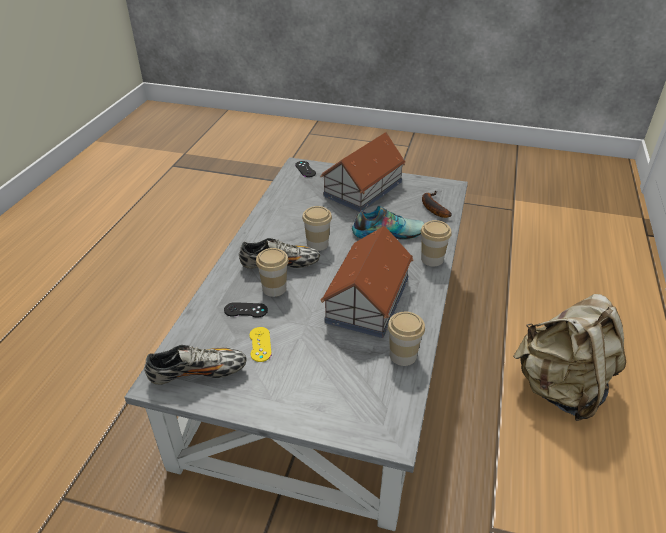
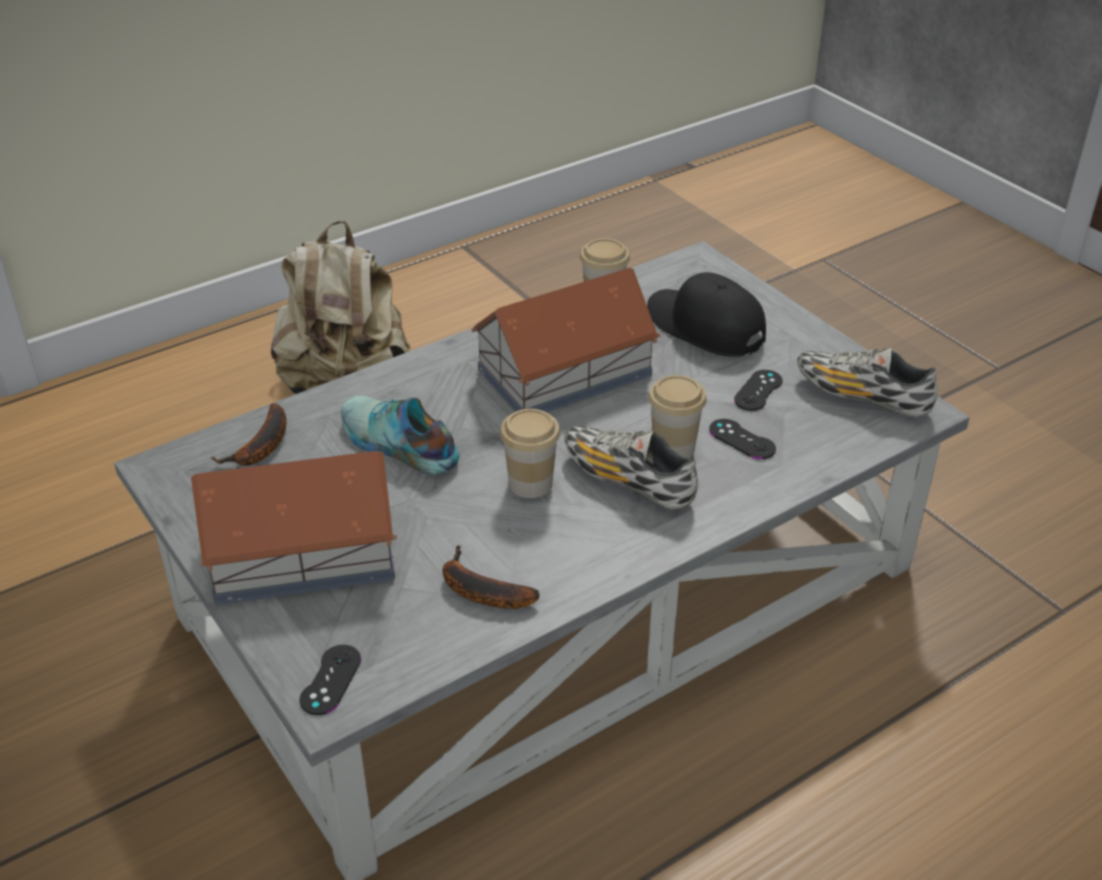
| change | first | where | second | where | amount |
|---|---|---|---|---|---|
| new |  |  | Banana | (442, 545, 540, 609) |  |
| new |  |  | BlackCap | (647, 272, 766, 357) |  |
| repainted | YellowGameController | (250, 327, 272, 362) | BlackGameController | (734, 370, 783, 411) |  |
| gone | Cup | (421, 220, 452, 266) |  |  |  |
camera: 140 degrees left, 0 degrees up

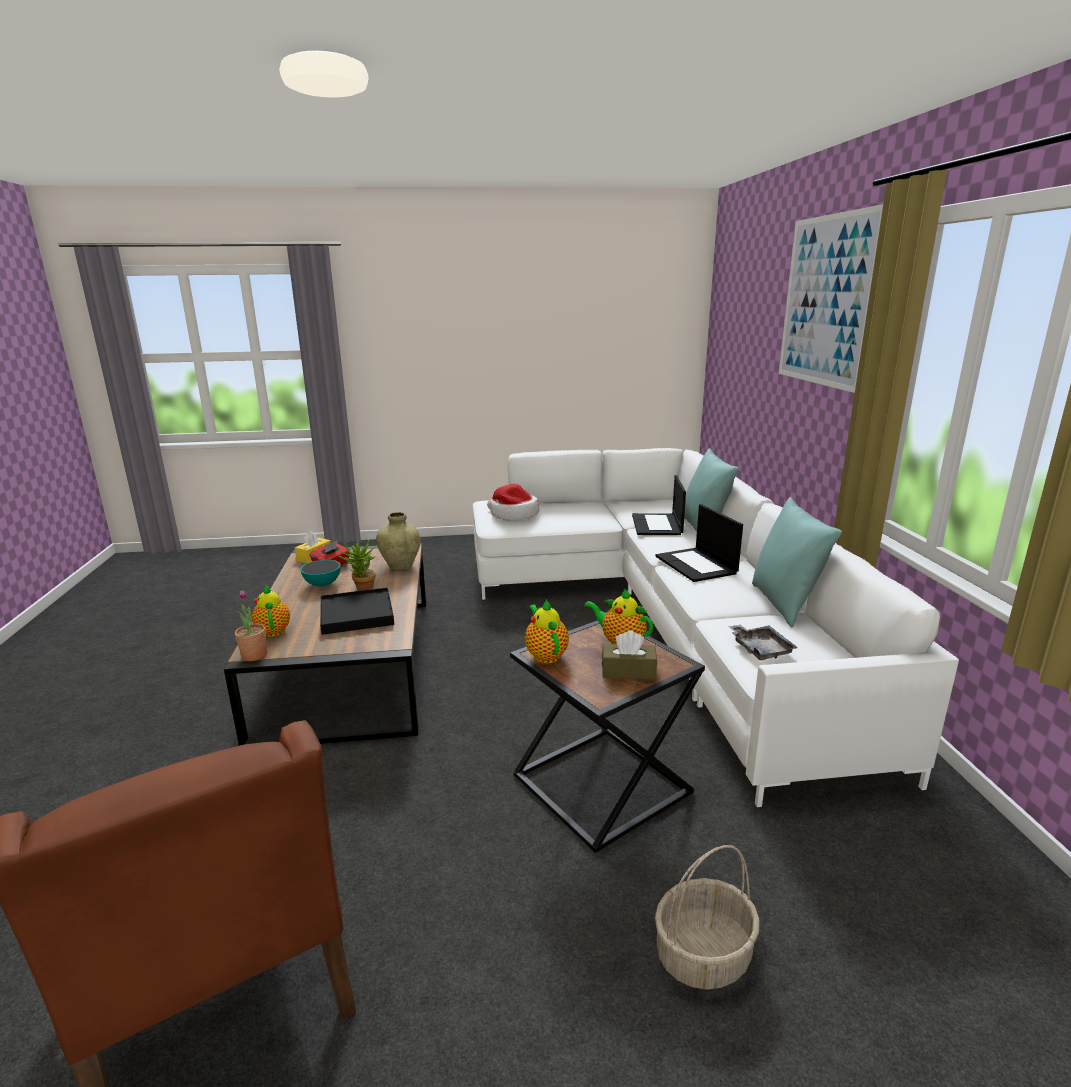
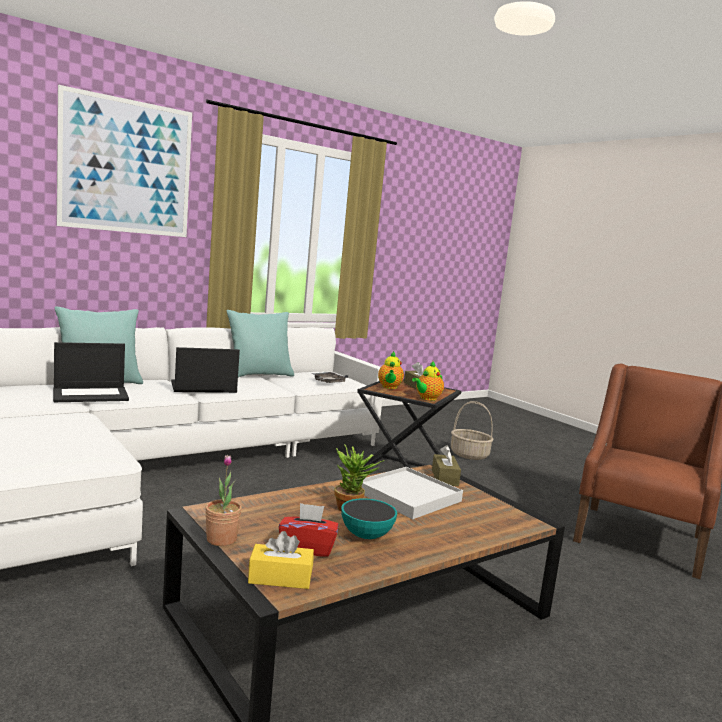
| change | first | where | second | where | amount |
|---|---|---|---|---|---|
| rotated | Laptop | (655, 504, 743, 582) |  | (171, 347, 240, 393) | 150 degrees counterclockwise |
| shifted | PottedPlant | (235, 590, 267, 661) |  | (205, 455, 242, 546) |  |
| repainted | BlackTray | (320, 587, 394, 635) | WhiteTray | (361, 467, 463, 519) |  |
| new |  |  | BrownTissueBox | (432, 445, 461, 486) |  |
| gone | Teapot | (252, 585, 290, 637) |  |  |  |
| gone | BeigeVase | (376, 512, 421, 570) |  |  |  |
| gone | Hat | (487, 484, 539, 520) |  |  |  |
camera: 120 degrees left, 10 degrees down

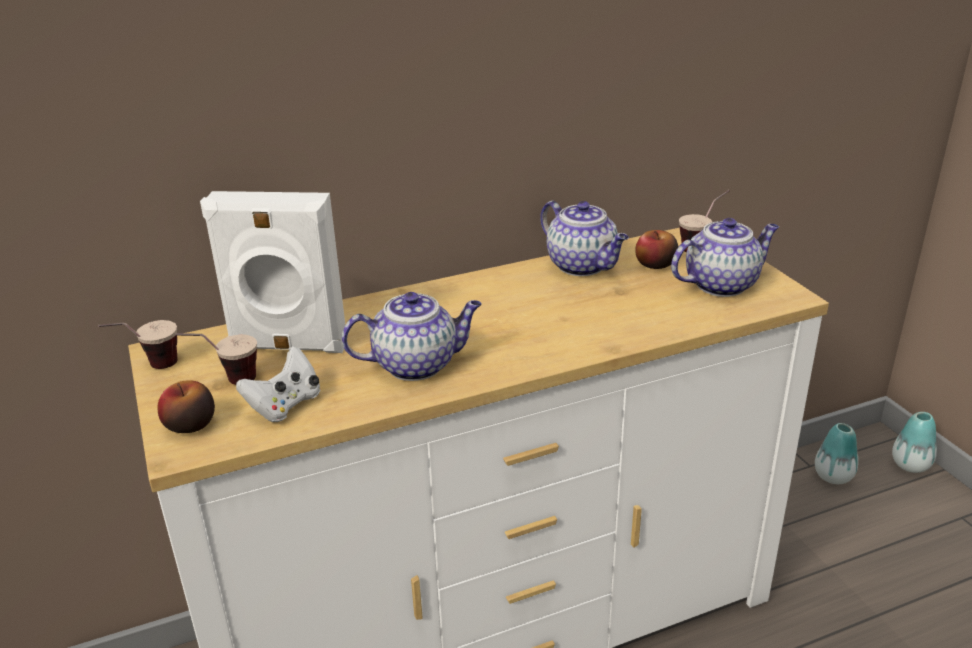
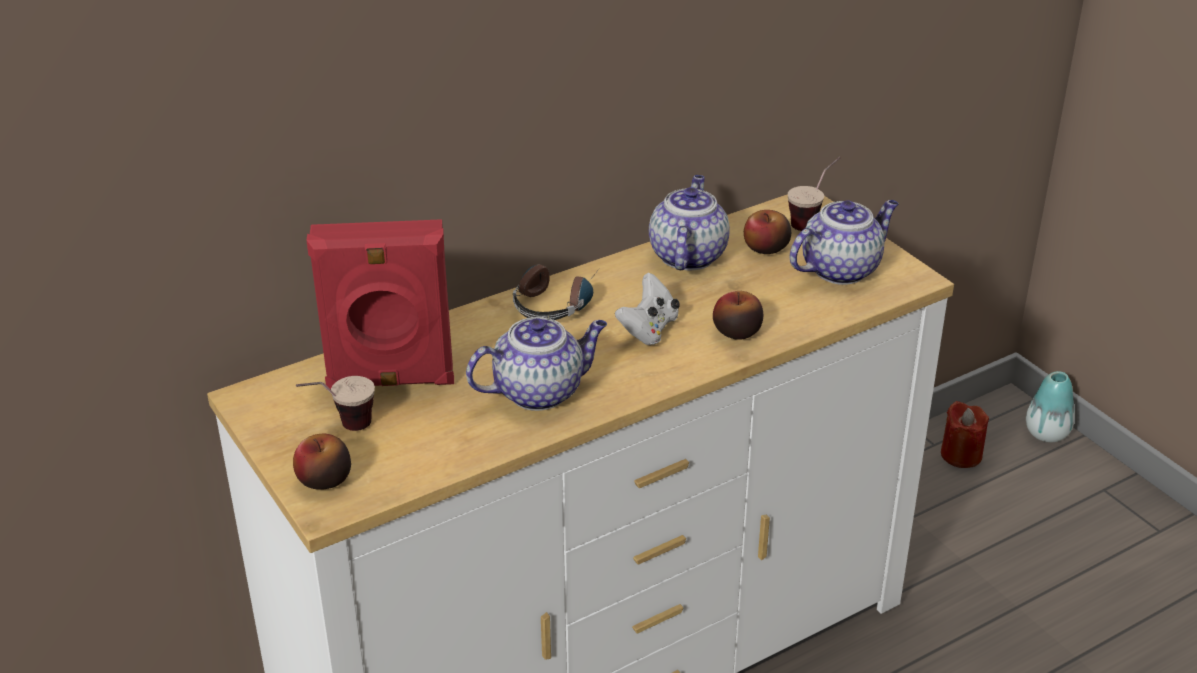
| change | first | where | second | where | amount |
|---|---|---|---|---|---|
| repainted | WhiteSpeaker | (200, 191, 345, 353) | RedSpeaker | (306, 219, 454, 390) |  |
| new |  |  | Headphones | (513, 264, 596, 320) |  |
| shifted | WhiteGameController | (236, 346, 320, 422) |  | (615, 273, 680, 345) |  |
| rotated | Teapot | (541, 201, 629, 276) |  | (649, 175, 730, 271) | 120 degrees counterclockwise |
| new |  |  | Apple | (713, 291, 763, 340) |  |
| swapped | Vase | (815, 423, 858, 484) | RedCandle | (941, 401, 989, 468) |  |
| gone | Cup | (98, 320, 178, 369) |  |  |  |
camera: 10 degrees left, 5 degrees up

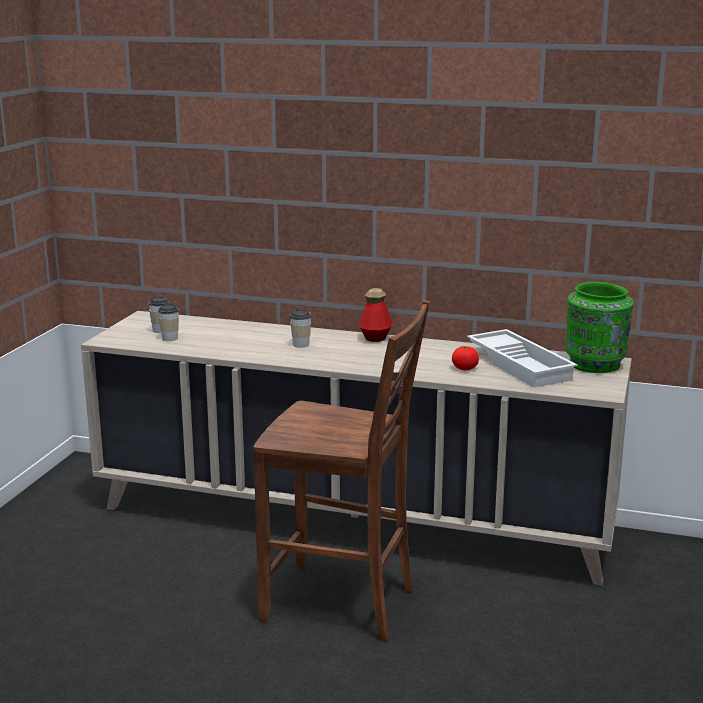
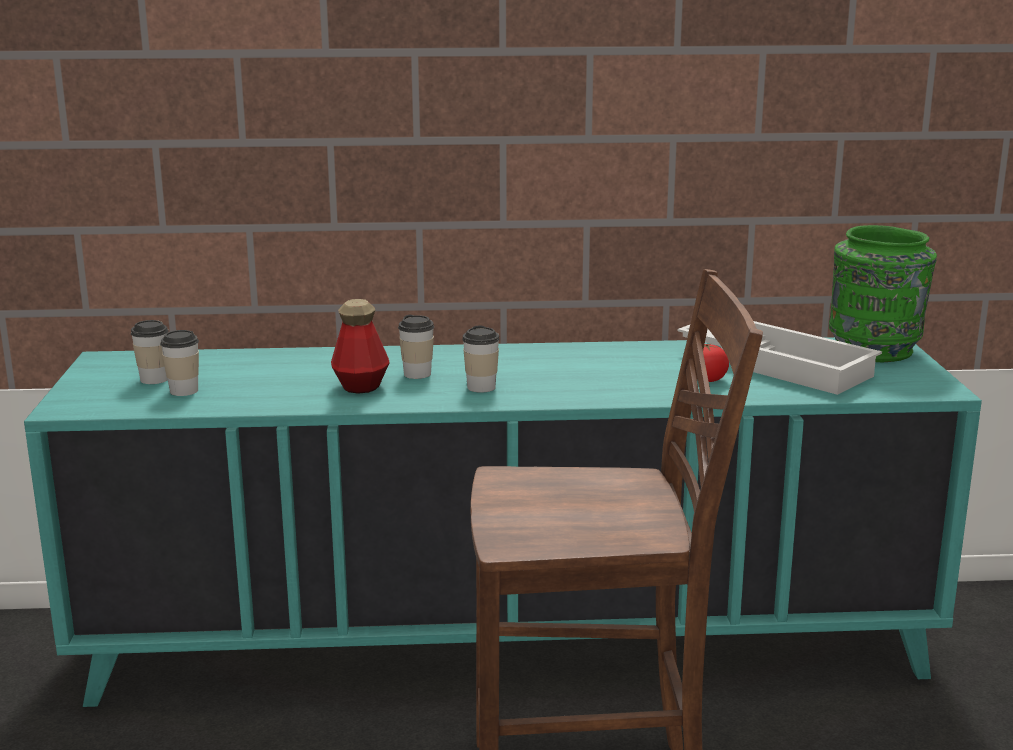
| change | first | where | second | where | amount |
|---|---|---|---|---|---|
| repainted | BeigeCabinet | (81, 311, 632, 585) | TurquoiseCabinet | (24, 337, 982, 707) |  |
| shifted | Bottle | (359, 288, 393, 342) |  | (331, 299, 390, 394) |  |
| new |  |  | Cup | (462, 325, 500, 393) |  |
camera: 20 degrees left, 0 degrees up

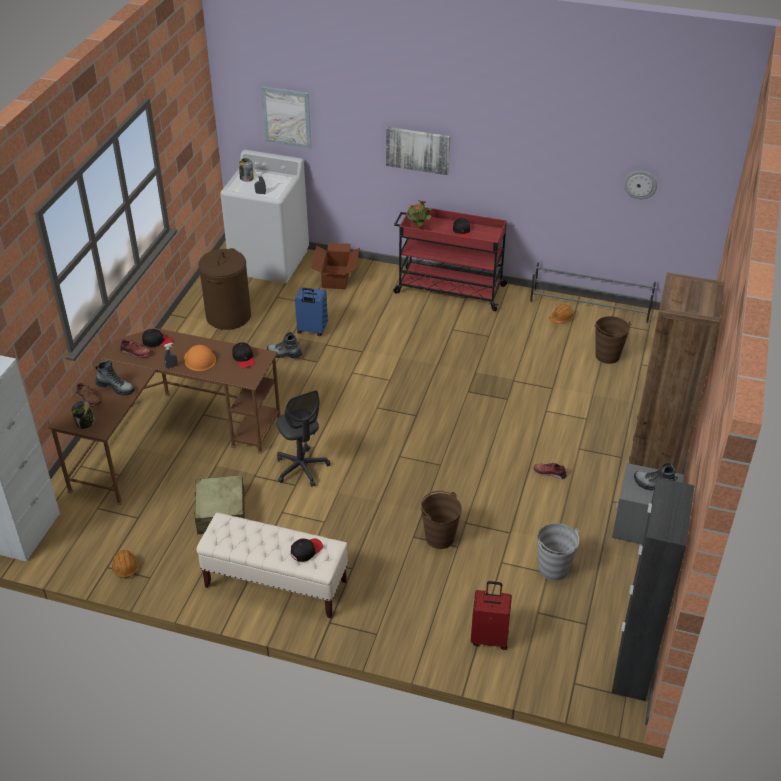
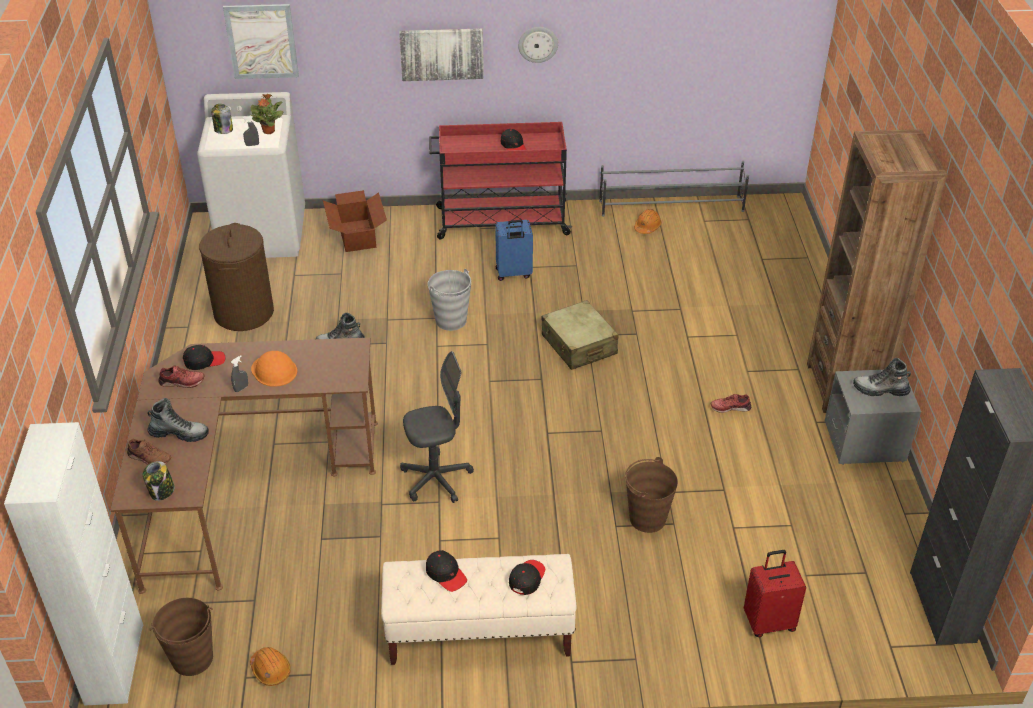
| change | first | where | second | where | amount |
|---|---|---|---|---|---|
| shifted | BrownBucket | (595, 316, 632, 364) |  | (149, 598, 213, 676) |  |
| shifted | PottedPlant | (406, 201, 433, 229) |  | (251, 94, 283, 134) |  |
| rotated | GreyOfficeChair | (276, 390, 331, 487) |  | (400, 351, 474, 503) | 60 degrees counterclockwise |
| shifted | BlackCap | (232, 342, 255, 368) |  | (426, 550, 467, 592) |  |
| shifted | GreyBucket | (537, 523, 580, 581) |  | (428, 269, 471, 331) |  |
| shifted | BlueSuitcase | (295, 287, 328, 336) |  | (495, 220, 533, 281) |  |
| shifted | WallClock | (624, 171, 657, 199) |  | (518, 27, 558, 63) |  |
| shifted | BeigeSuitcase | (194, 475, 245, 534) |  | (542, 300, 618, 370) |  |
camera: 20 degrees left, 0 degrees up

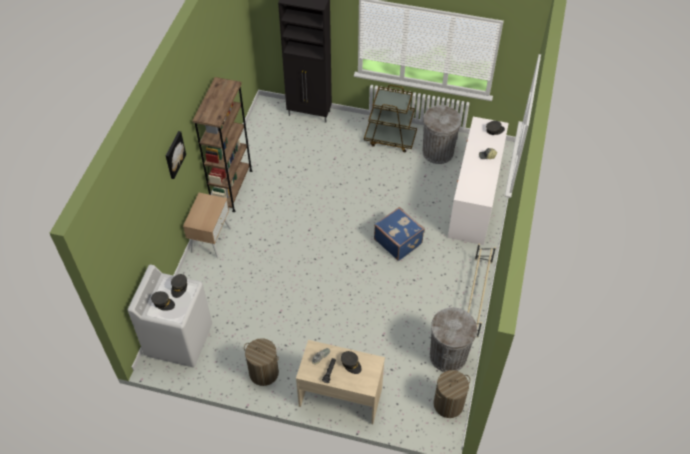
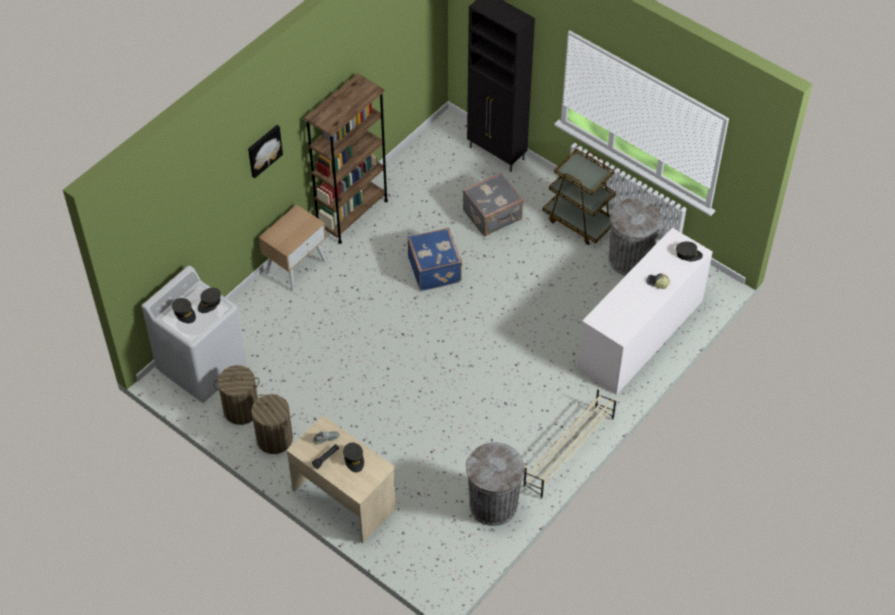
| change | first | where | second | where | amount |
|---|---|---|---|---|---|
| shifted | LaundryBasket | (434, 370, 470, 418) |  | (213, 365, 260, 425) |  |
| shifted | BlueSuitcase | (374, 207, 425, 261) |  | (407, 228, 462, 291) |  |
| new |  |  | GreySuitcase | (463, 172, 524, 236) |  |
camera: 25 degrees right, 0 degrees up

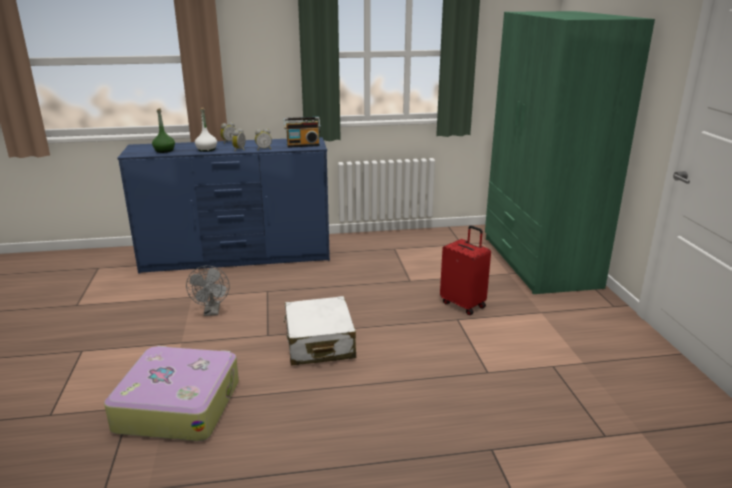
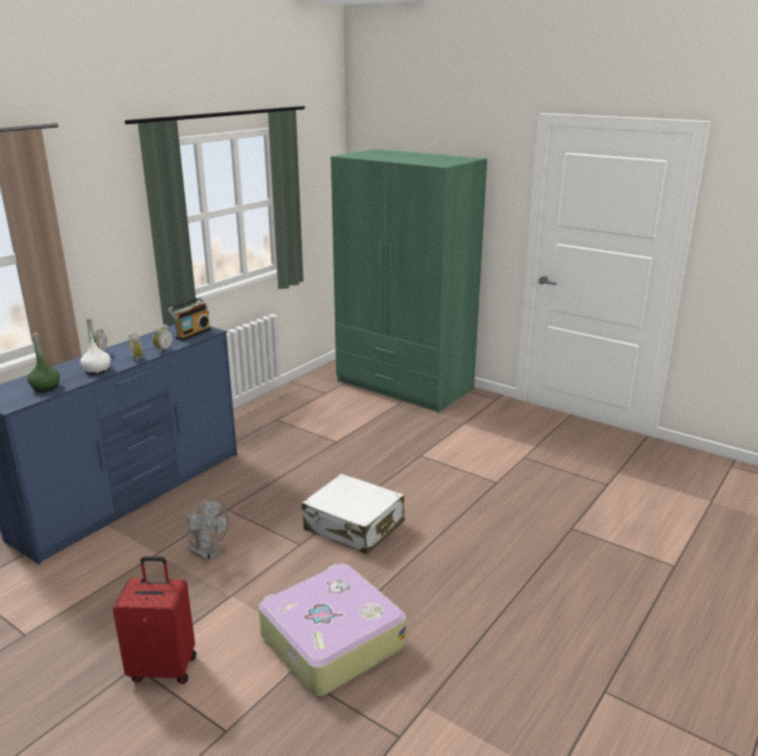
| change | first | where | second | where | amount |
|---|---|---|---|---|---|
| shifted | RedSuitcase | (440, 225, 491, 315) |  | (113, 556, 197, 684) |  |
camera: 45 degrees left, 0 degrees up

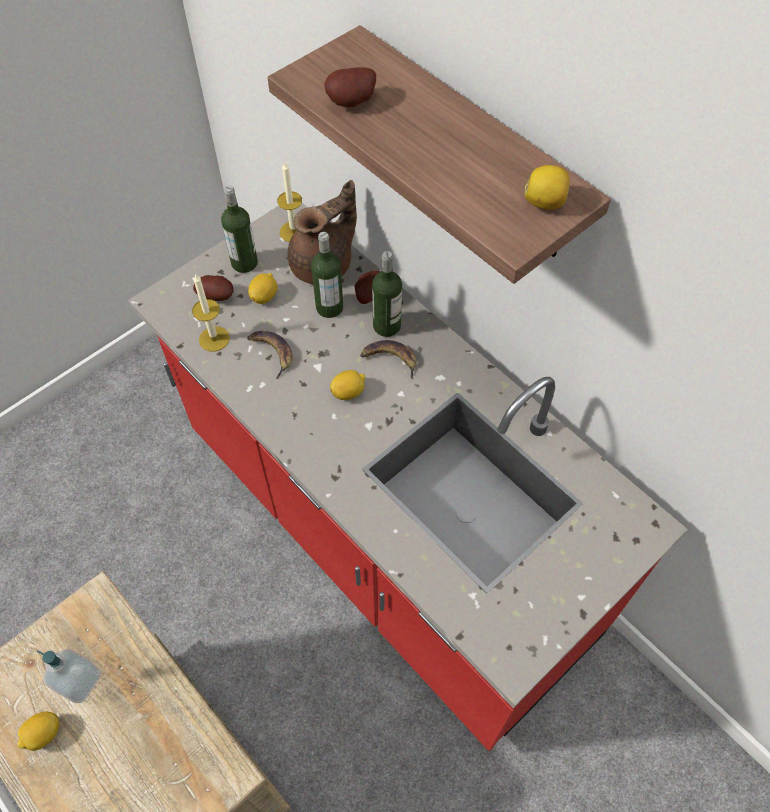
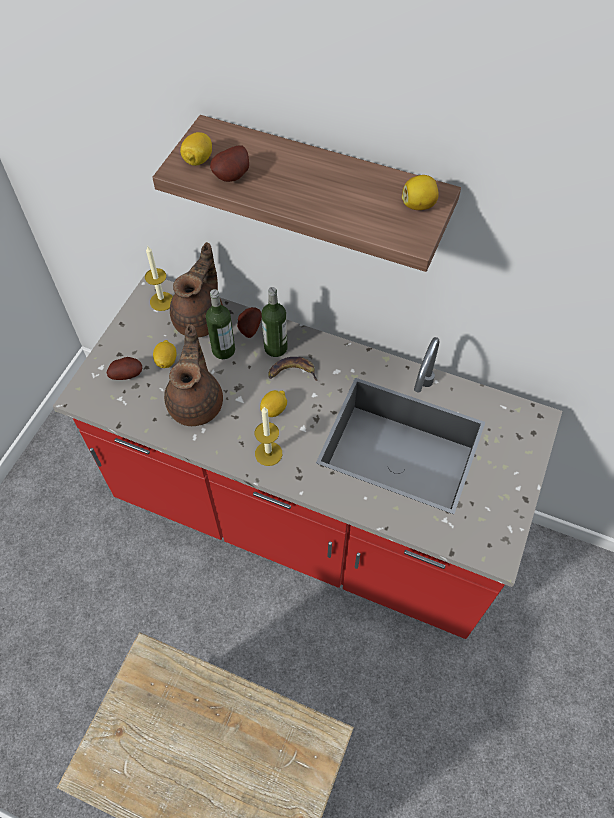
| change | first | where | second | where | amount |
|---|---|---|---|---|---|
| swapped | Banana | (247, 331, 292, 379) | BrownTeapot | (164, 324, 223, 426) |  |
| shifted | Lemon | (17, 711, 59, 751) |  | (180, 132, 212, 166) |  |
| shifted | Candle | (192, 274, 230, 352) |  | (255, 406, 282, 466) |  |
| gone | SoapDispenser | (37, 649, 101, 703) |  |  |  |
| gone | Bottle | (221, 185, 258, 273) |  |  |  |
camera: 25 degrees left, 0 degrees up

